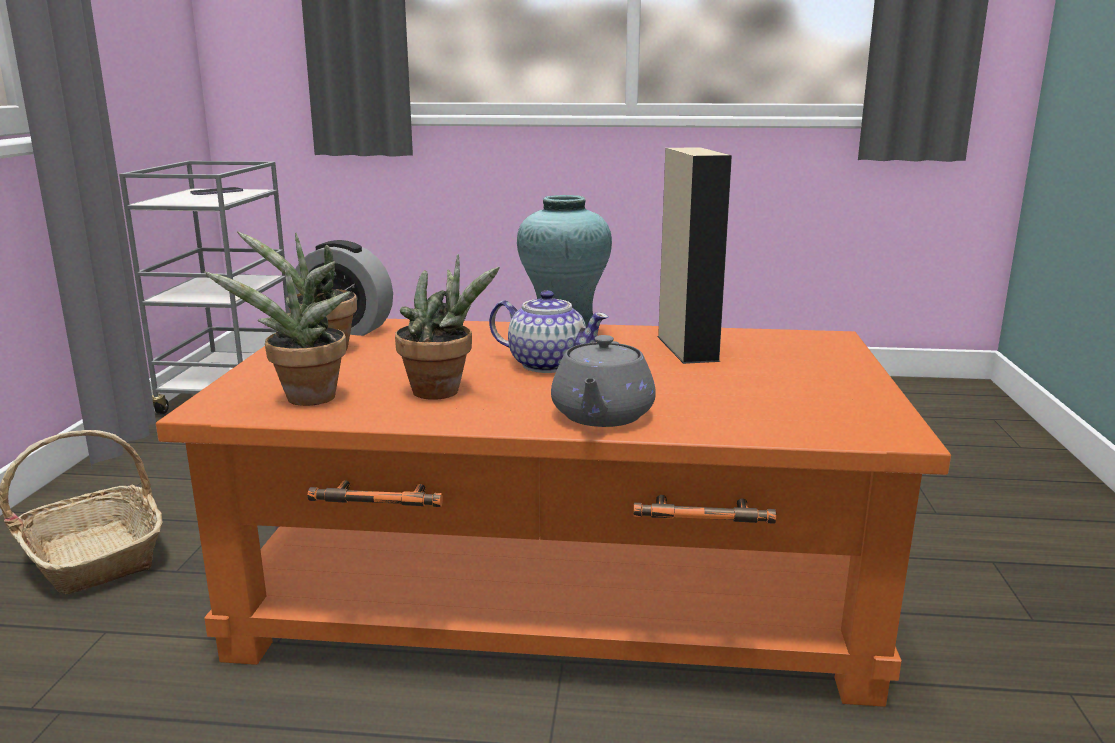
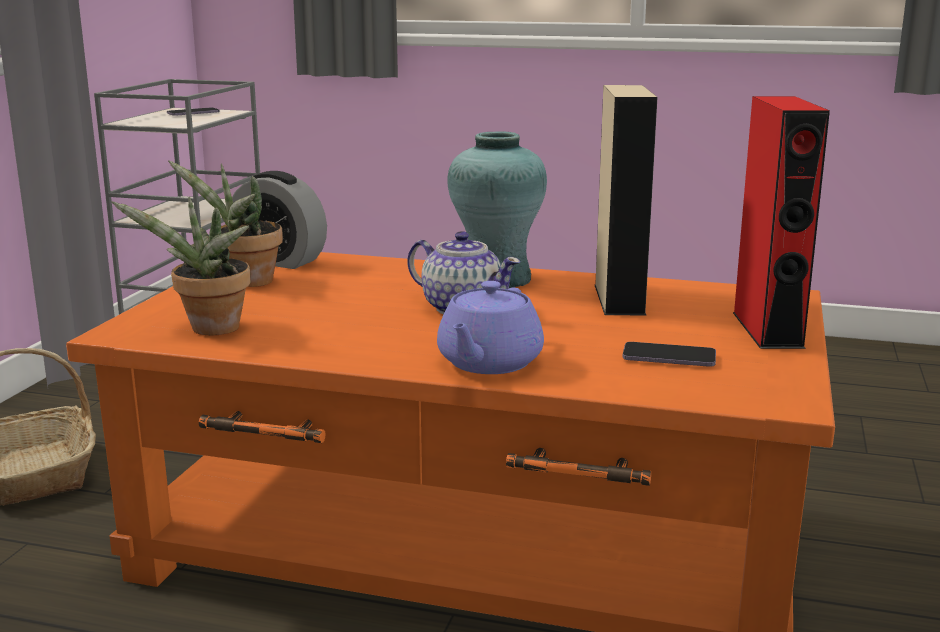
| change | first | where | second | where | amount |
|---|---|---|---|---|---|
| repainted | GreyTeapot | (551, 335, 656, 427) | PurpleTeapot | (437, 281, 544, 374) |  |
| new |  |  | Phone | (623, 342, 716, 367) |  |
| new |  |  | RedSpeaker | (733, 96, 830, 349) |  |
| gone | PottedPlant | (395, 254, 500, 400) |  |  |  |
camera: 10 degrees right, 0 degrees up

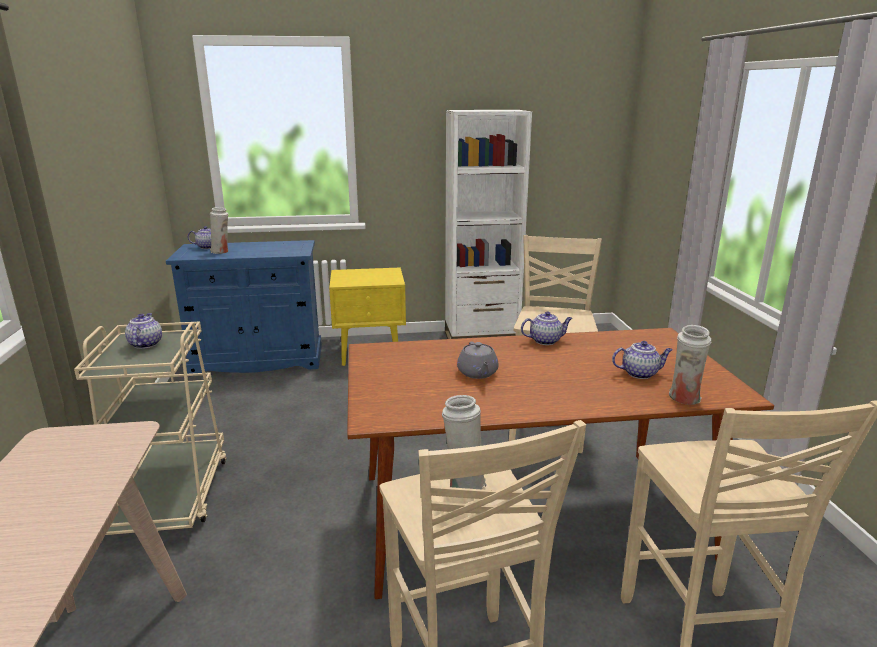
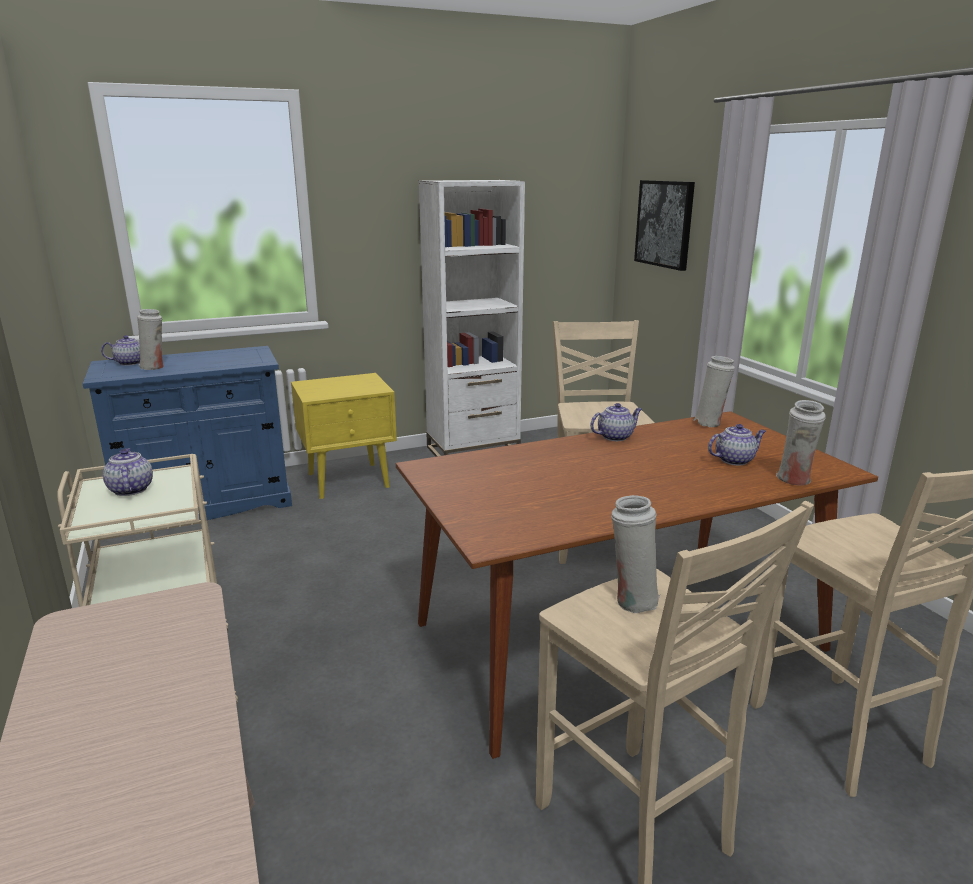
| change | first | where | second | where | amount |
|---|---|---|---|---|---|
| new |  |  | Picture | (634, 180, 695, 271) |  |
| new |  |  | WhiteVase | (693, 356, 735, 427) |  |
| gone | GreyTeapot | (457, 341, 499, 379) |  |  |  |
camera: 15 degrees left, 0 degrees up

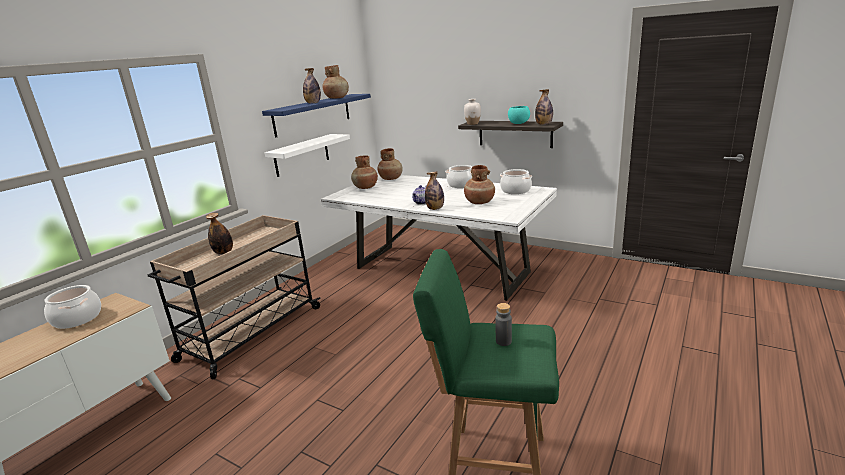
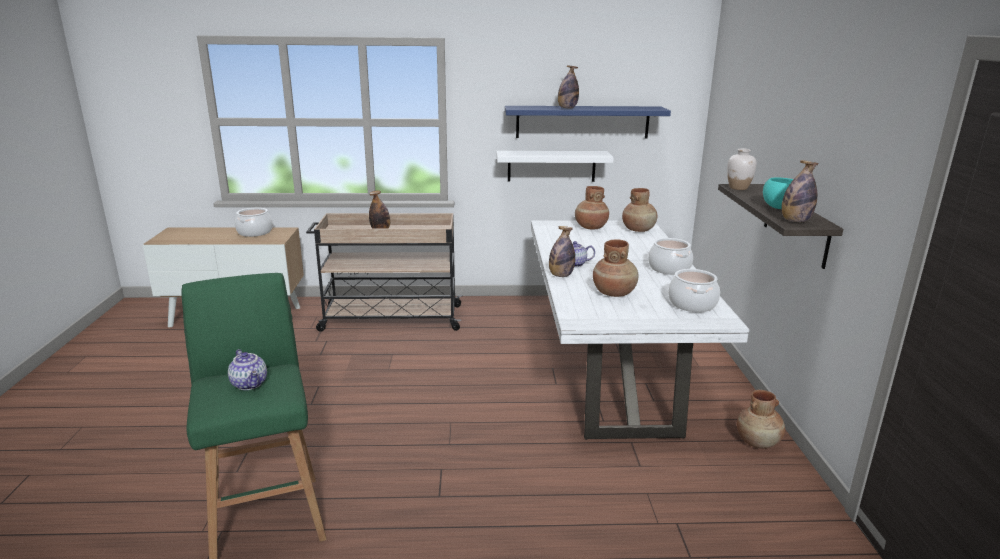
| change | first | where | second | where | amount |
|---|---|---|---|---|---|
| swapped | GreyBottle | (495, 303, 512, 346) | Teapot | (228, 349, 267, 390) |  |
| shifted | BrownVase | (322, 65, 349, 99) |  | (737, 390, 785, 448) |  |
camera: 55 degrees right, 0 degrees up

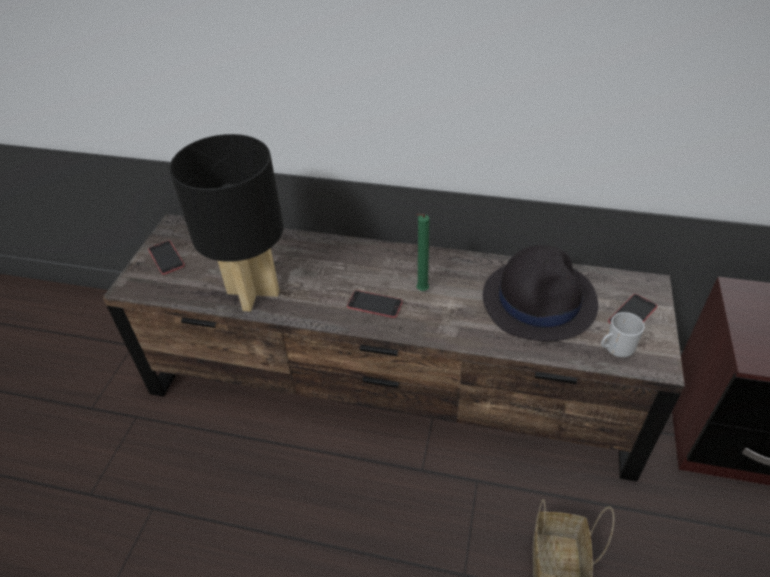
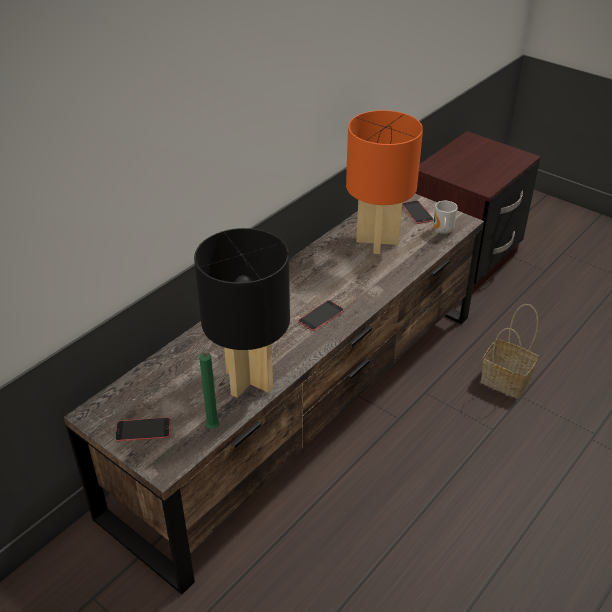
| change | first | where | second | where | amount |
|---|---|---|---|---|---|
| shifted | GreenCandle | (416, 214, 429, 291) |  | (199, 353, 219, 429) |  |
| swapped | BlackHat | (483, 245, 598, 341) | OrangeTableLamp | (346, 110, 423, 254) |  |
camera: 65 degrees left, 5 degrees down

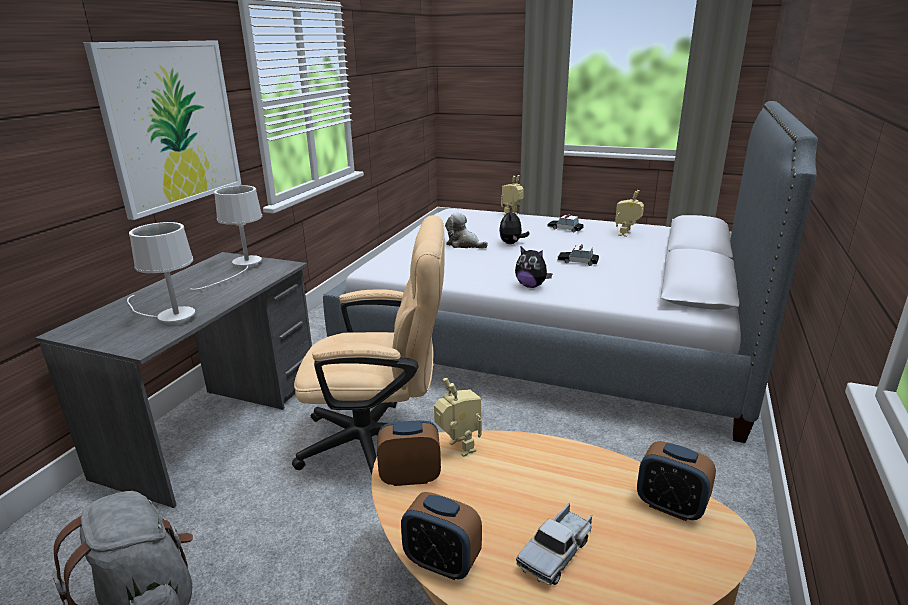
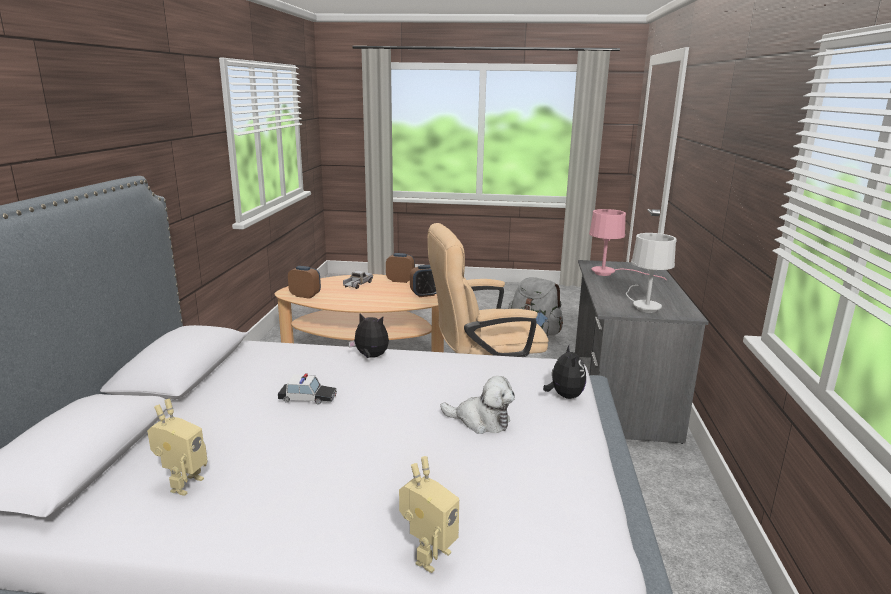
| change | first | where | second | where | amount |
|---|---|---|---|---|---|
| shifted | PlushToy | (499, 208, 529, 244) |  | (543, 345, 586, 399) |  |
| repainted | WhiteTableLamp | (127, 222, 195, 325) | PinkTableLamp | (589, 209, 667, 280) |  |
| gone | Picture | (84, 40, 242, 220) |  |  |  |
| gone | ToyRobot | (434, 378, 482, 457) |  |  |  |
| gone | ToyCar | (547, 214, 584, 232) |  |  |  |
camera: 165 degrees right, 5 degrees down

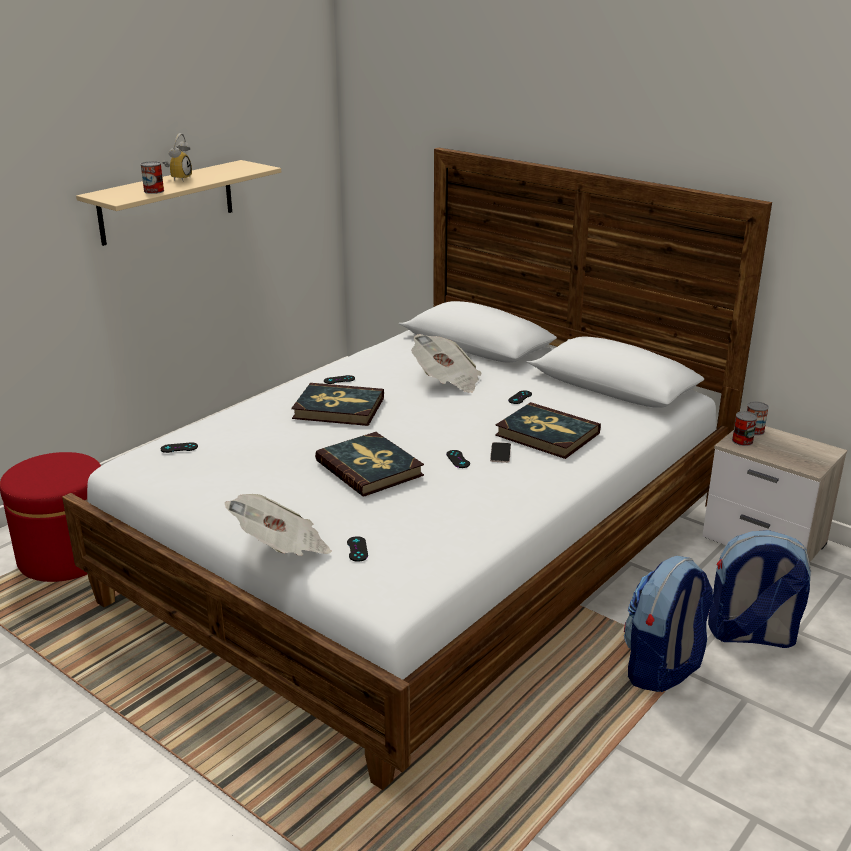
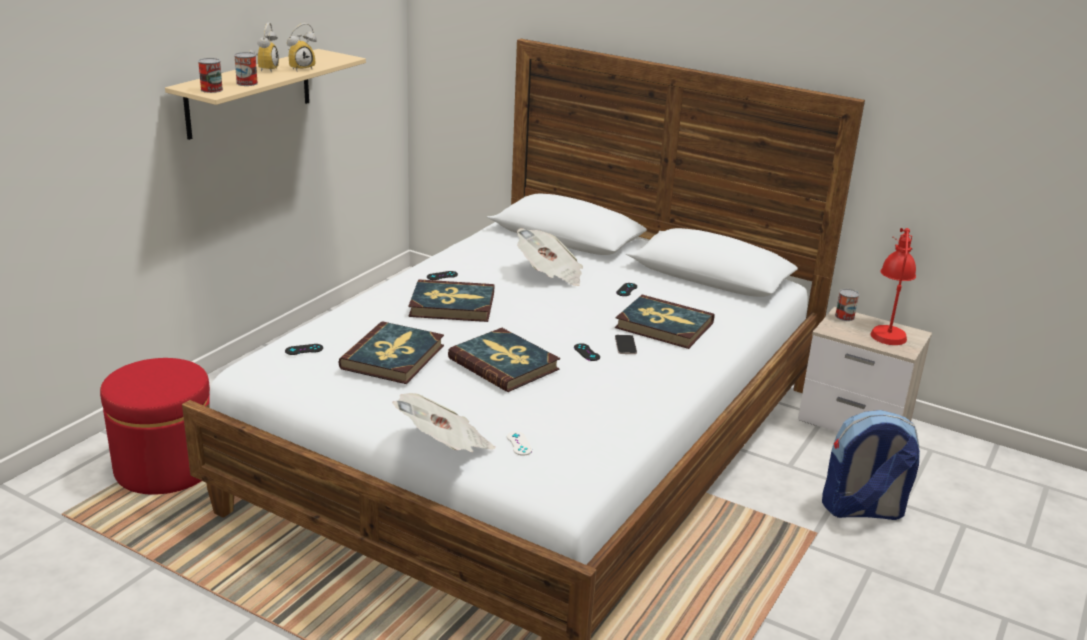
| change | first | where | second | where | amount |
|---|---|---|---|---|---|
| shifted | Can | (732, 411, 757, 446) |  | (198, 58, 223, 93) |  |
| new |  |  | AlarmClock | (287, 23, 317, 71) |  |
| new |  |  | Book | (338, 321, 444, 384) |  |
| repainted | BlackGameController | (347, 536, 368, 562) | WhiteGameController | (507, 431, 532, 456) |  |
| new |  |  | RedTableLamp | (871, 228, 916, 345) |  |
| gone | Backpack | (624, 556, 713, 692) |  |  |  |
camera: 10 degrees left, 0 degrees up

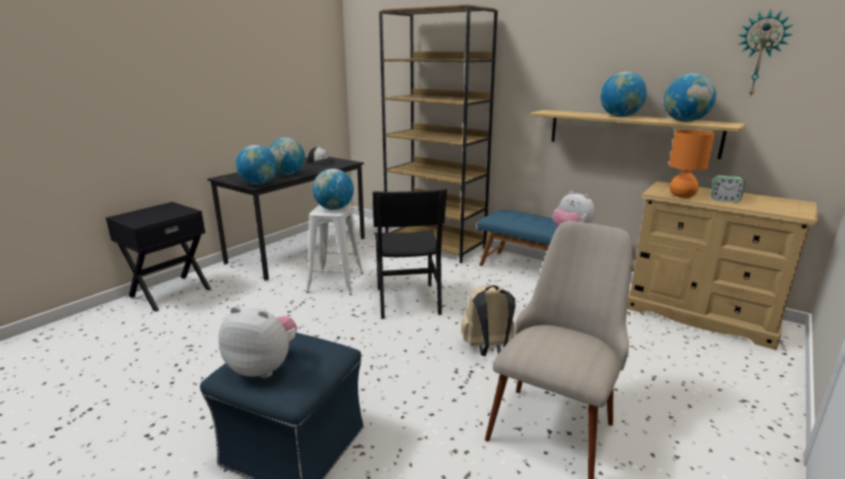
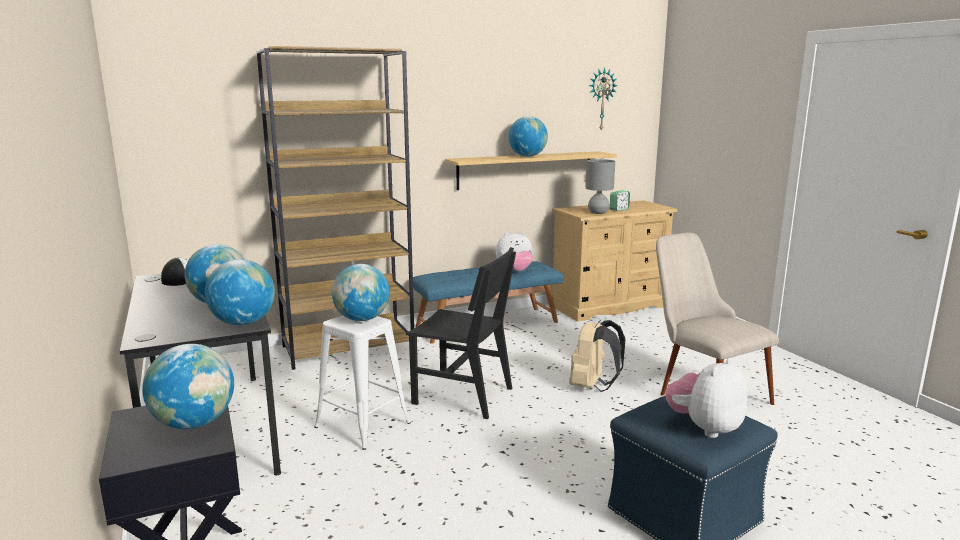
| change | first | where | second | where | amount |
|---|---|---|---|---|---|
| shifted | Globe | (664, 73, 716, 122) |  | (142, 344, 234, 429) |  |
| repainted | OrangeTableLamp | (669, 130, 715, 198) | GreyTableLamp | (585, 159, 615, 214) |  |
camera: 60 degrees left, 5 degrees down

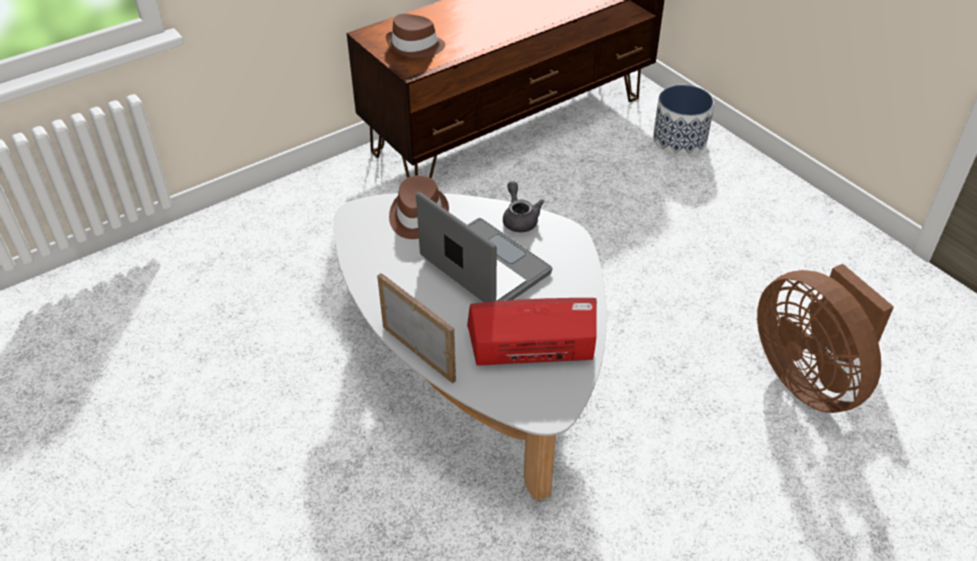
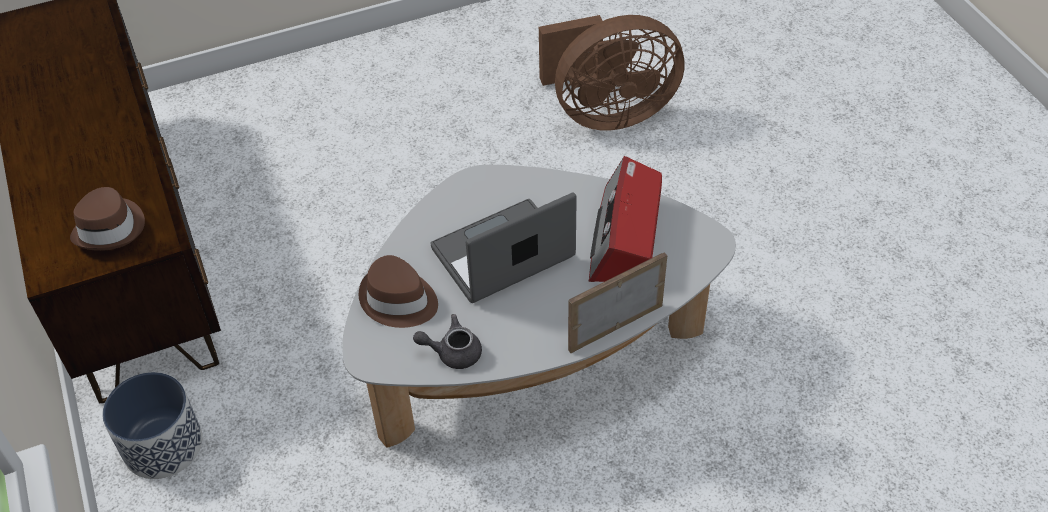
| change | first | where | second | where | amount |
|---|---|---|---|---|---|
| shifted | Planter | (653, 85, 715, 156) |  | (102, 372, 203, 479) |  |
| shifted | GreyTeapot | (503, 181, 544, 232) |  | (413, 314, 482, 369) |  |
camera: 75 degrees left, 5 degrees up

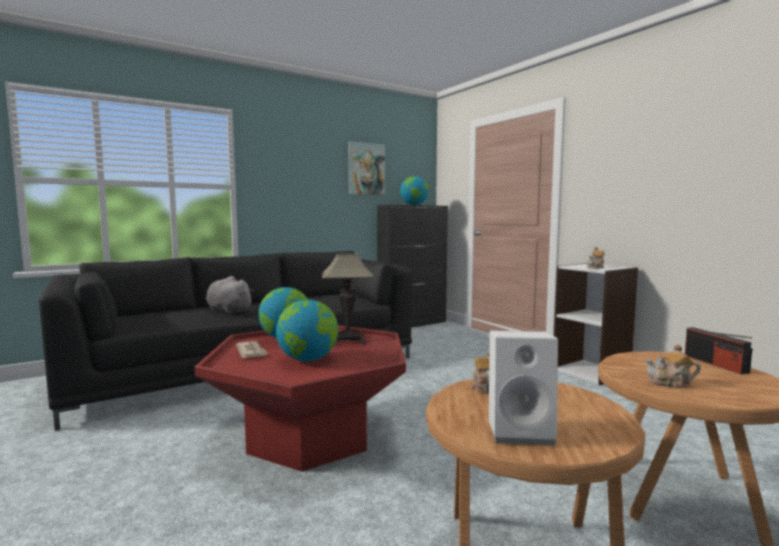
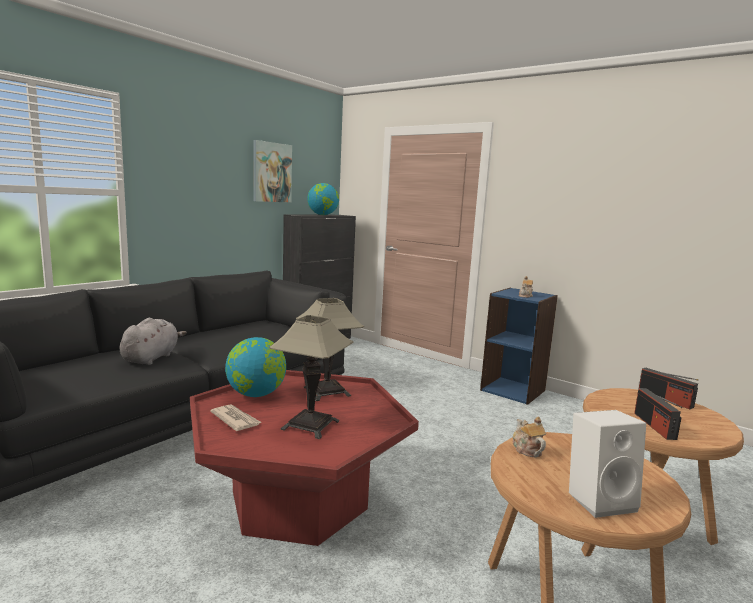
| change | first | where | second | where | amount |
|---|---|---|---|---|---|
| rotated | GreyPlushToy | (206, 276, 254, 314) |  | (120, 318, 187, 365) | 90 degrees clockwise |
| swapped | Globe | (276, 300, 338, 362) | TableLamp | (269, 315, 354, 439) |  |
| repainted | WhiteBookcase | (554, 263, 638, 385) | BlueBookcase | (480, 288, 558, 405) |  |
| swapped | Teapot | (644, 344, 700, 388) | Radio | (634, 388, 683, 440) |  |
camera: 20 degrees left, 5 degrees up

